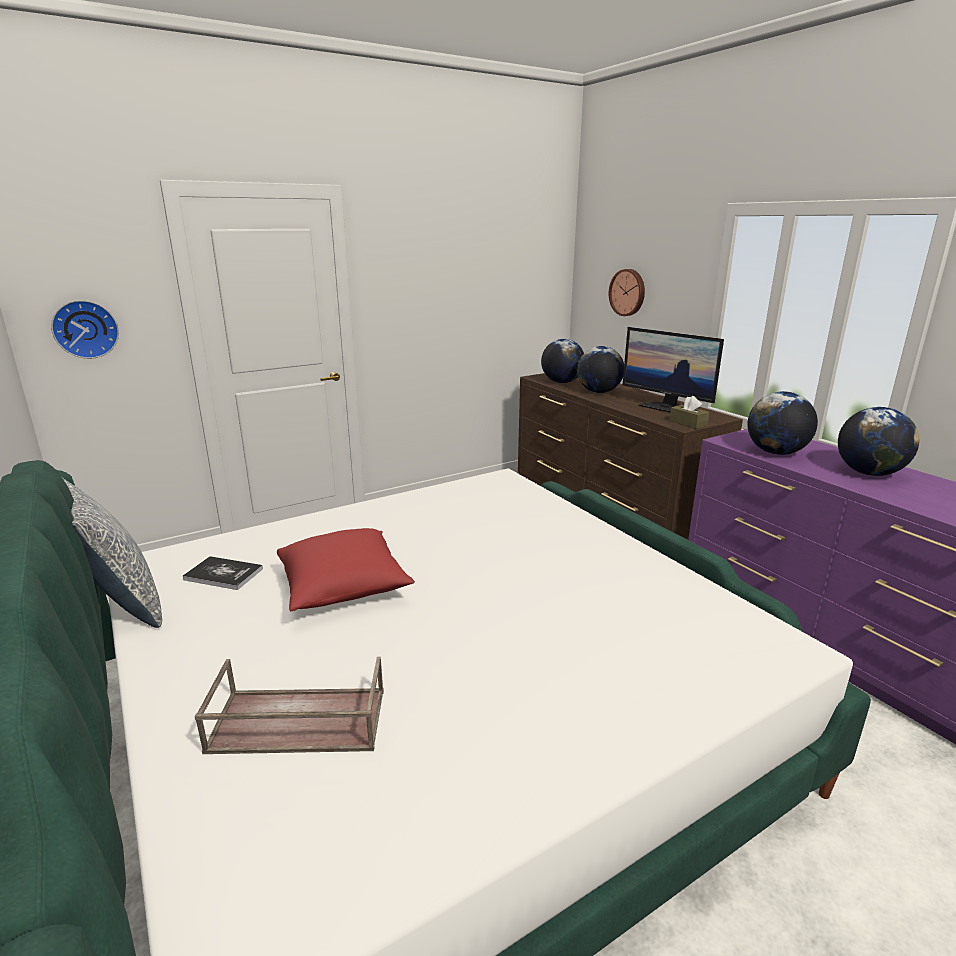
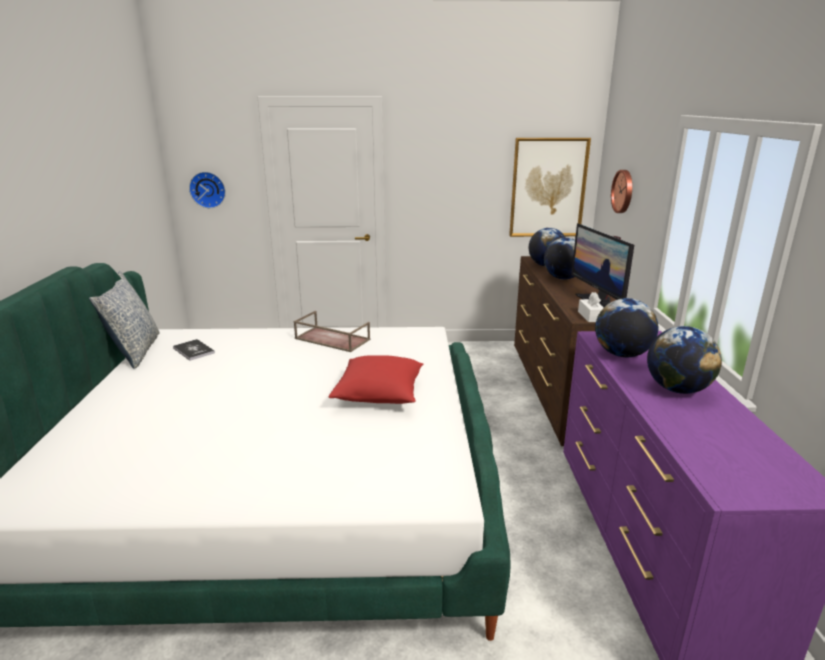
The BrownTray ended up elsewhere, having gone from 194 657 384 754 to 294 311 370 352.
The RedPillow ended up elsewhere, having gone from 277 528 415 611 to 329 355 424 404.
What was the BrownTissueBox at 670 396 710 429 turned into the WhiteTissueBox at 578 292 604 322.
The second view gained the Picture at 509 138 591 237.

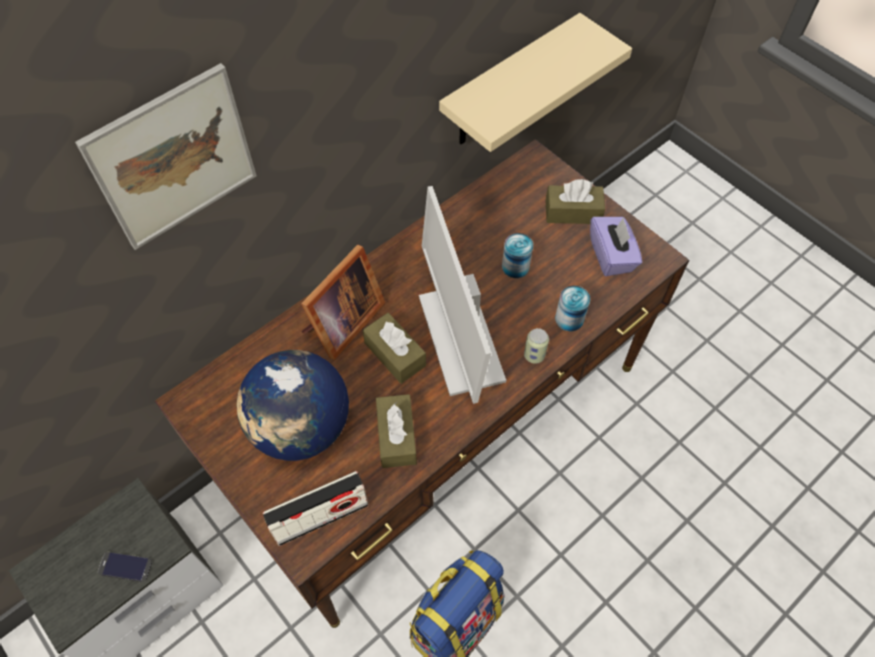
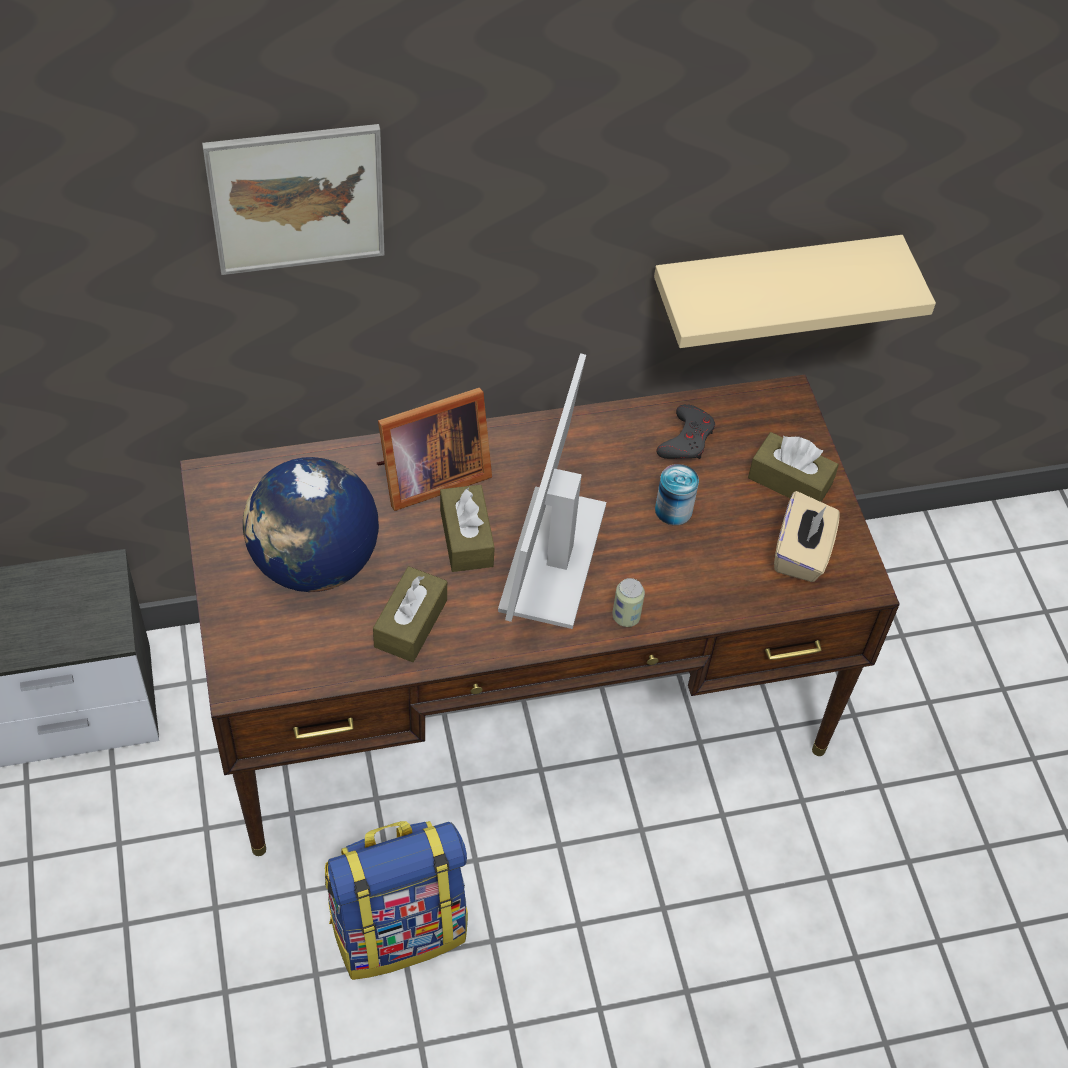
The second view lost the Phone at 98 552 152 582.
The second view lost the Radio at 263 471 368 546.
The second view lost the Can at 555 286 590 331.
What was the PurpleTissueBox at 590 217 642 276 turned into the BeigeTissueBox at 774 491 840 582.
The second view gained the GreyGameController at 656 404 715 459.

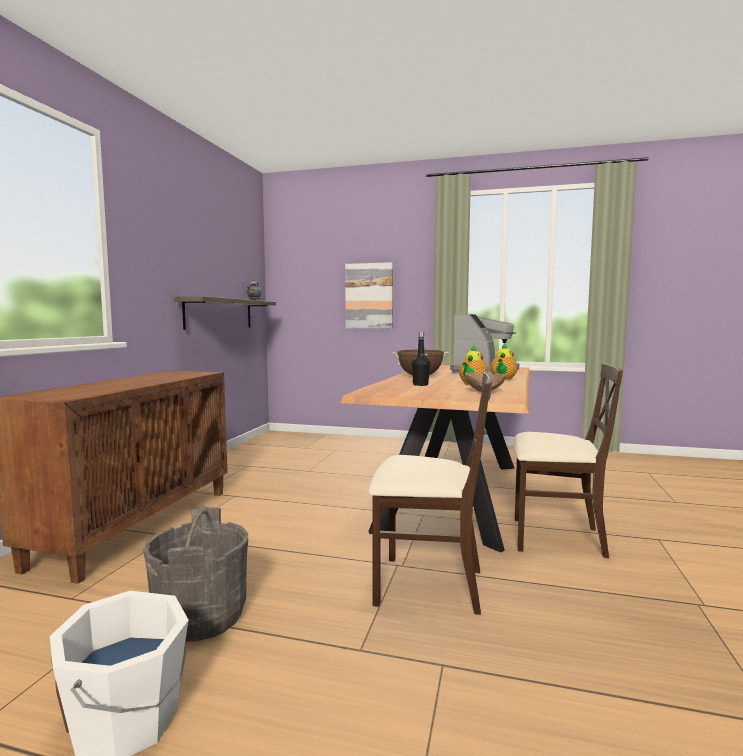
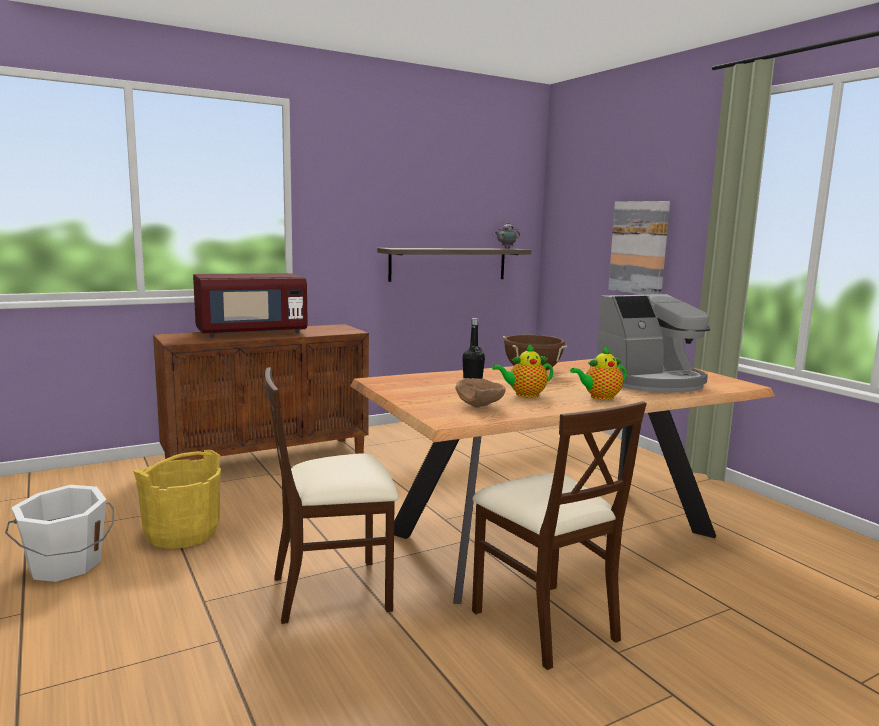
What was the GreyBucket at 143 507 248 642 turned into the YellowBucket at 133 450 221 549.
The BeigeChair at 368 372 493 615 ended up facing another way, 105 degrees clockwise from before.
The second view gained the RedMicrowave at 193 273 308 337.

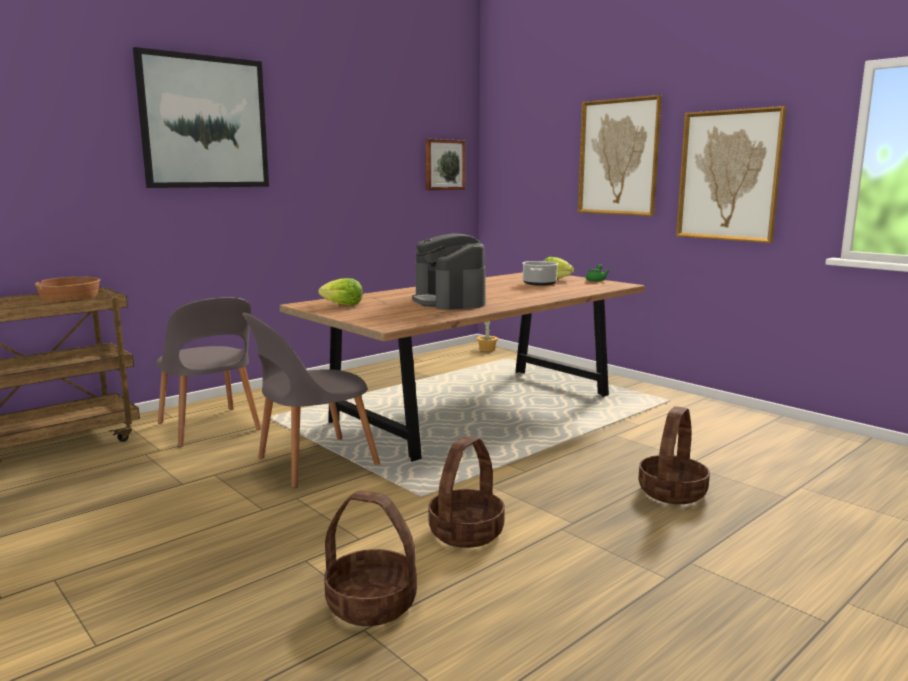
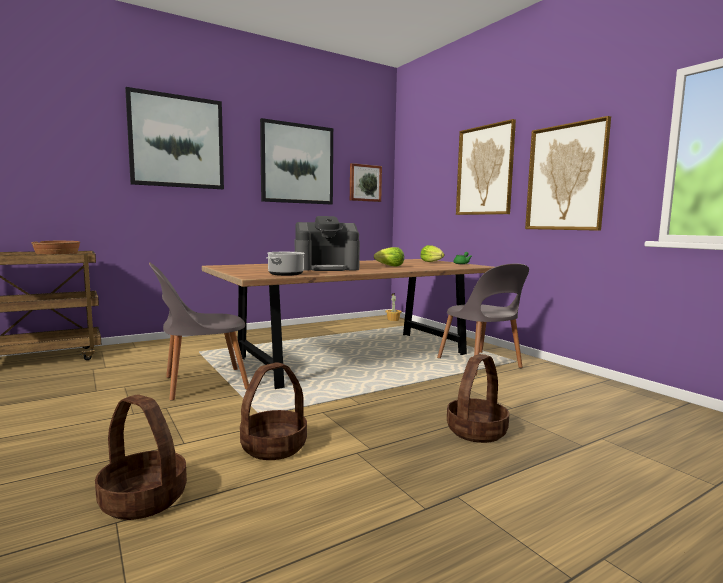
The GreyChair ended up elsewhere, having gone from 157 297 261 447 to 437 264 529 376.
The Lettuce ended up elsewhere, having gone from 318 278 363 305 to 374 247 404 266.
The CoffeeMachine at 412 233 485 310 ended up facing another way, 90 degrees counterclockwise from before.
The CookingPot ended up elsewhere, having gone from 522 261 558 286 to 266 252 305 276.
The second view gained the Picture at 260 118 333 204.

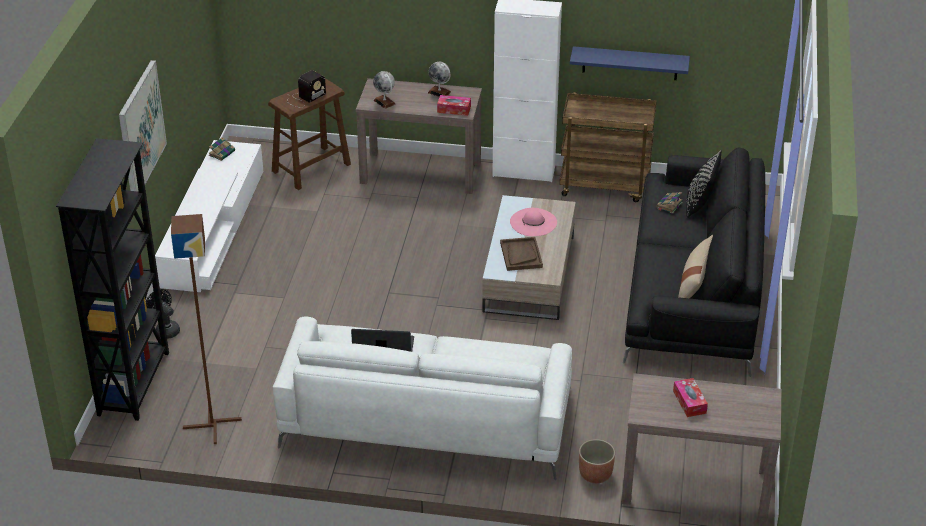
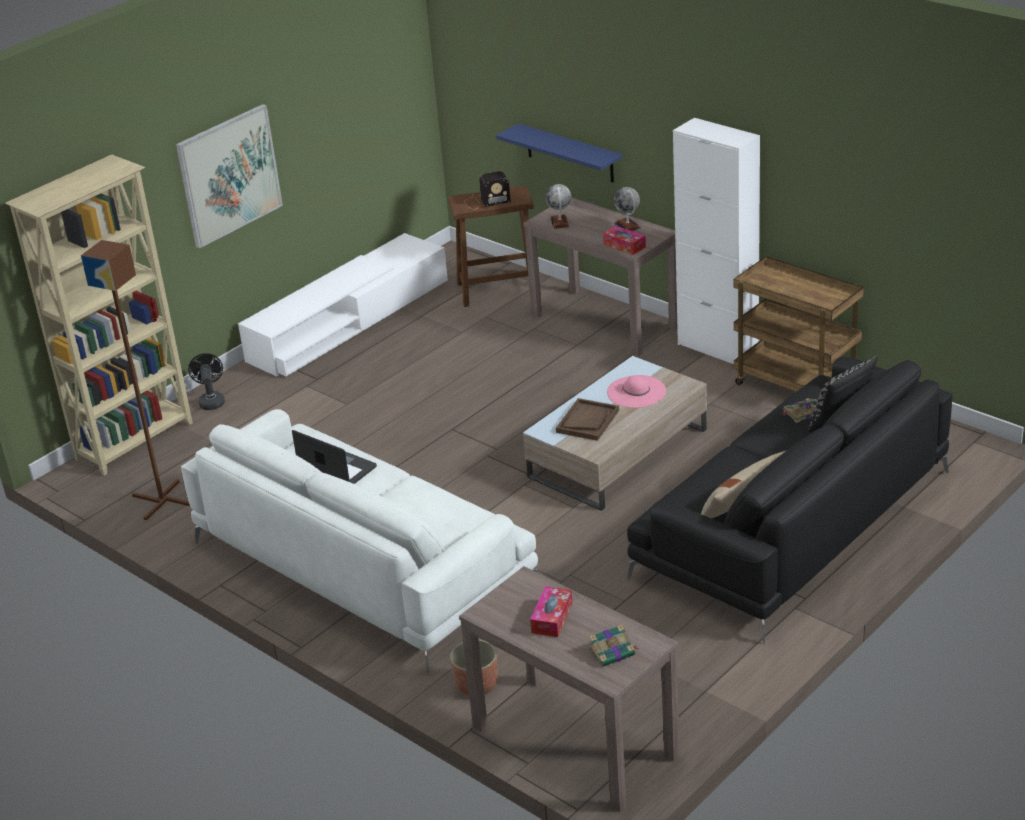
What was the BlackBookcase at 56 138 169 421 turned into the BeigeBookcase at 5 154 193 476.
The Book ended up elsewhere, having gone from 209 137 235 161 to 589 624 639 667.
The BlueShelf ended up elsewhere, having gone from 570 46 690 80 to 496 124 623 182.

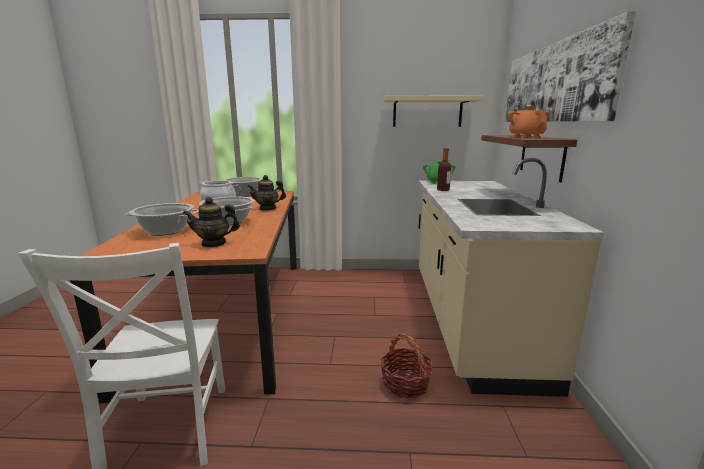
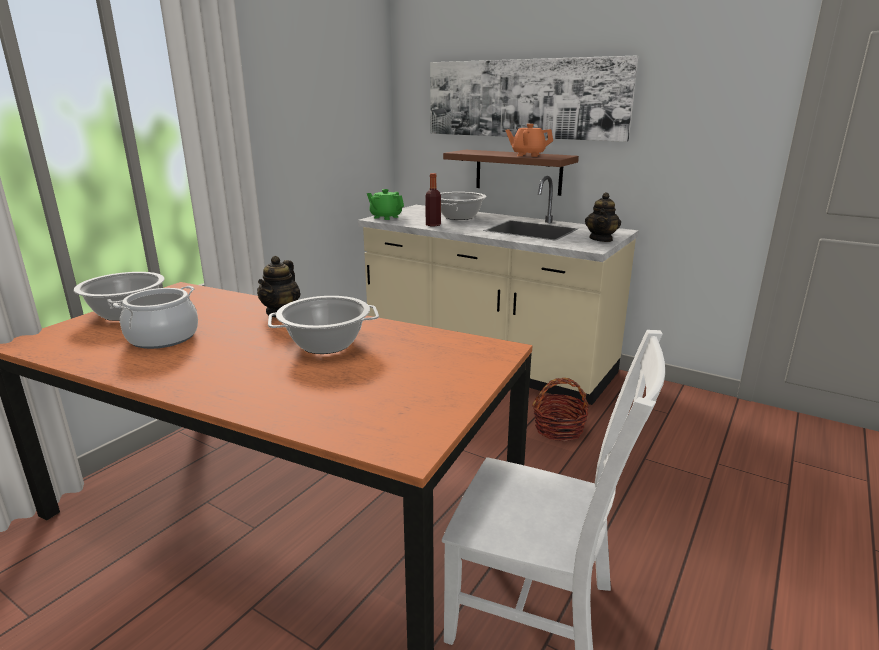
The CookingPot ended up elsewhere, having gone from 125 203 199 236 to 440 192 487 220.
The Teapot ended up elsewhere, having gone from 183 197 240 247 to 585 192 621 242.
The second view lost the BeigeShelf at 383 95 483 127.

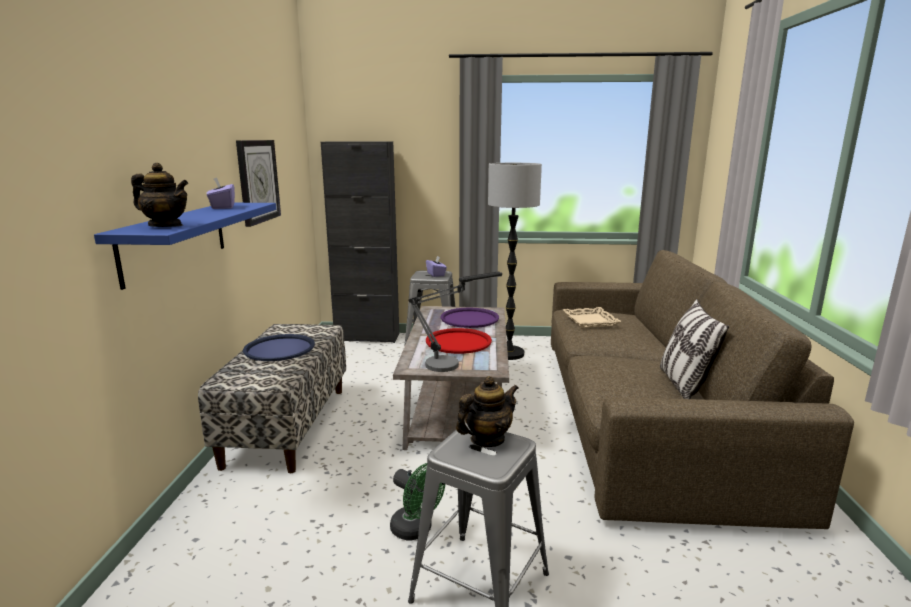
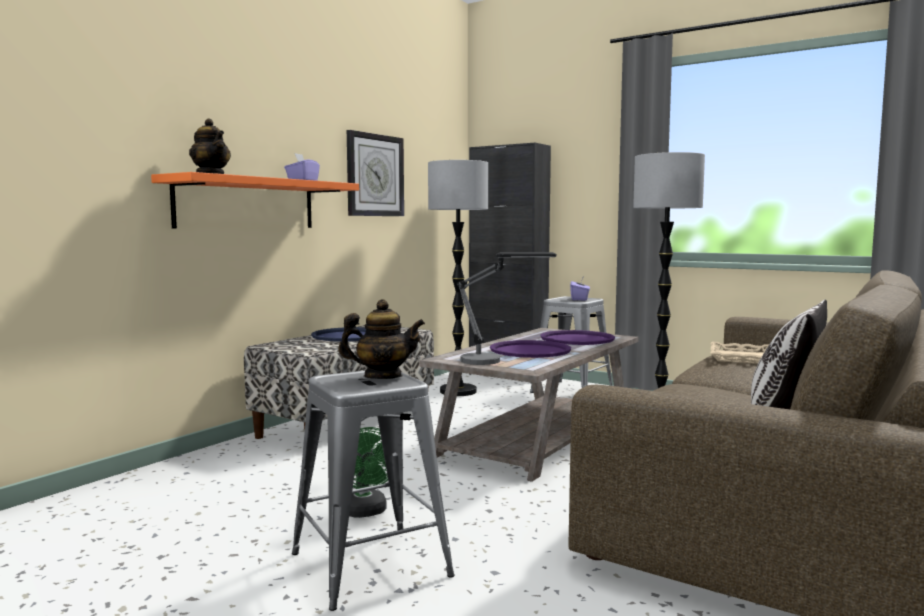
What was the BlueShelf at 94 203 276 290 turned into the OrangeShelf at 151 172 359 229.
What was the RedTray at 426 328 492 354 turned into the PurpleTray at 490 340 571 358.
The second view gained the FloorLamp at 428 160 488 396.

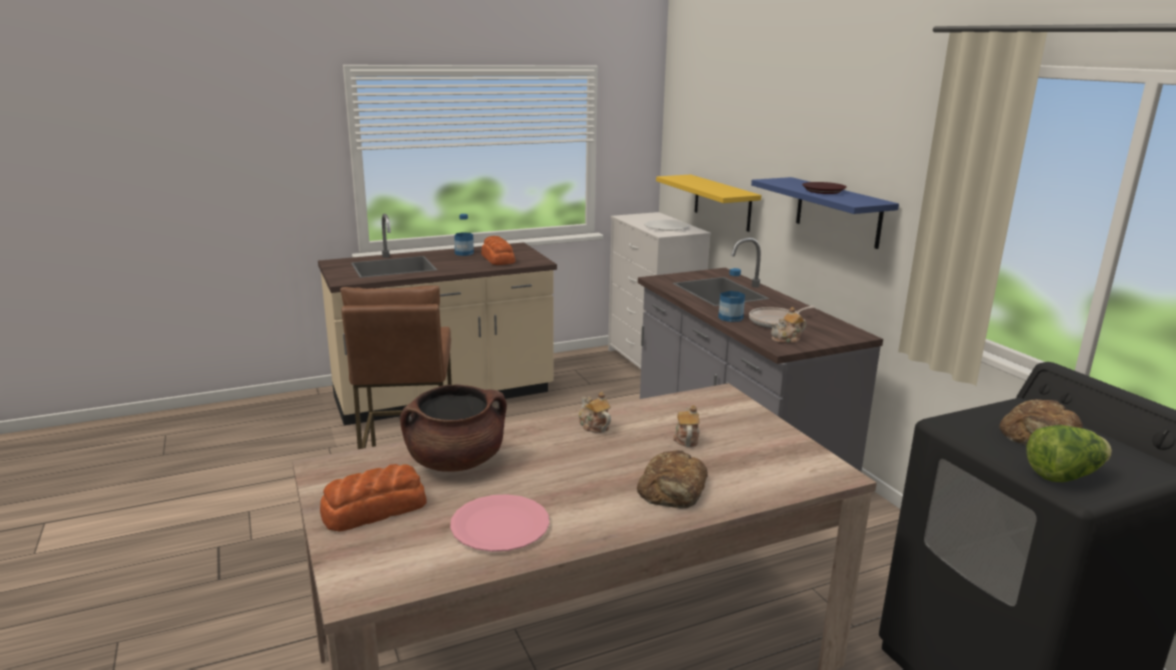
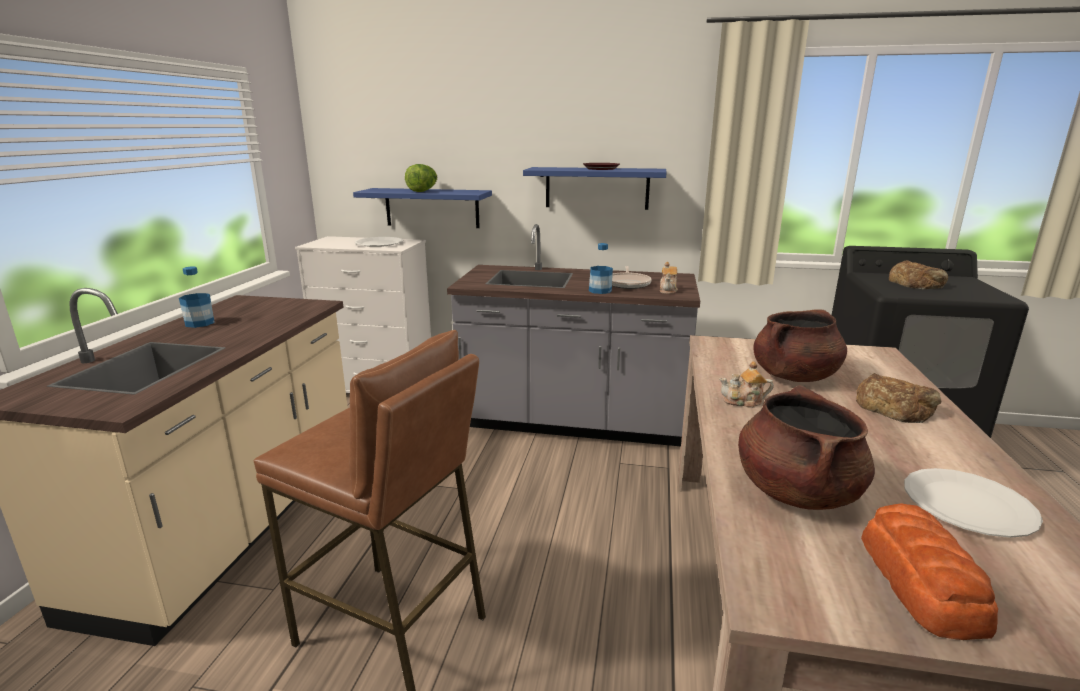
What was the PinkPlate at 450 494 549 552 turned into the WhitePlate at 904 468 1043 538.
The second view lost the Bread at 481 236 516 265.
What was the YellowShelf at 656 175 762 232 turned into the BlueShelf at 353 188 492 228.
Where the Teapot stood at 673 405 700 447, the BrownCookingPot came to stand at 753 309 847 382.
The Lettuce ended up elsewhere, having gone from 1026 425 1112 482 to 405 164 437 192.

